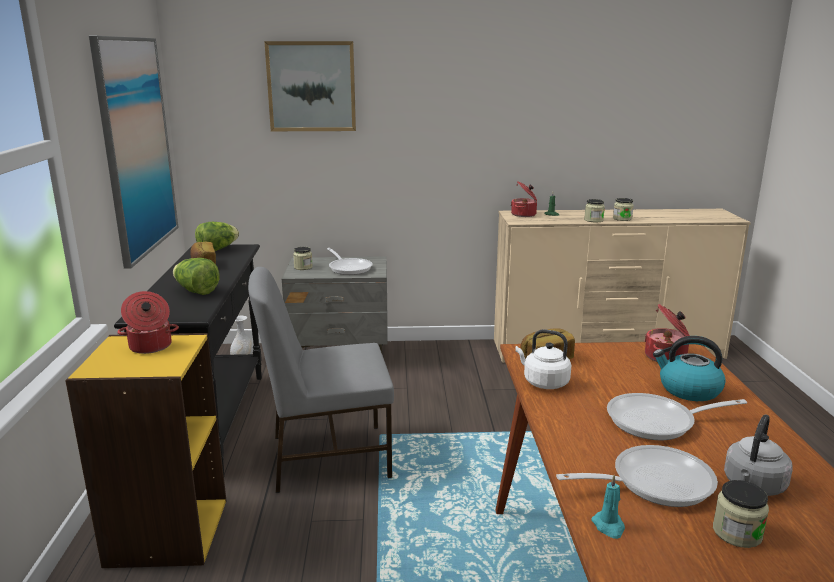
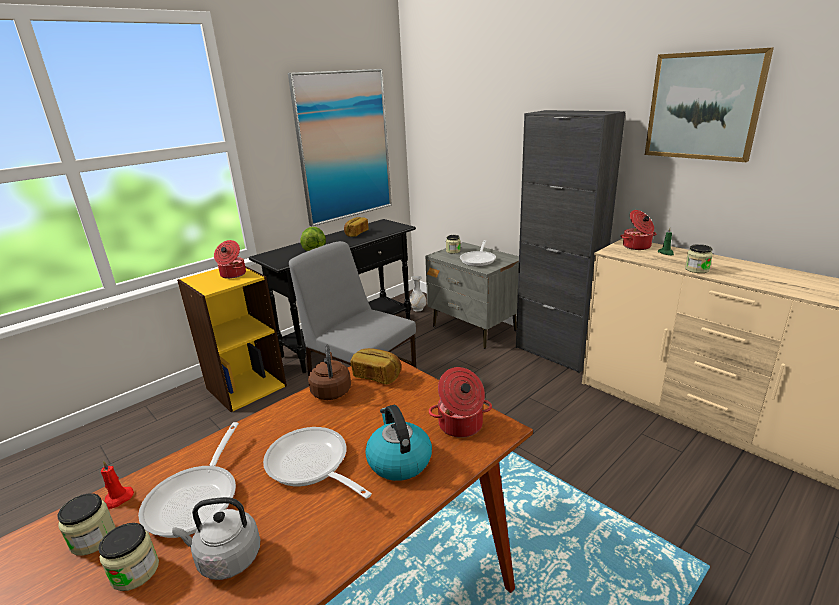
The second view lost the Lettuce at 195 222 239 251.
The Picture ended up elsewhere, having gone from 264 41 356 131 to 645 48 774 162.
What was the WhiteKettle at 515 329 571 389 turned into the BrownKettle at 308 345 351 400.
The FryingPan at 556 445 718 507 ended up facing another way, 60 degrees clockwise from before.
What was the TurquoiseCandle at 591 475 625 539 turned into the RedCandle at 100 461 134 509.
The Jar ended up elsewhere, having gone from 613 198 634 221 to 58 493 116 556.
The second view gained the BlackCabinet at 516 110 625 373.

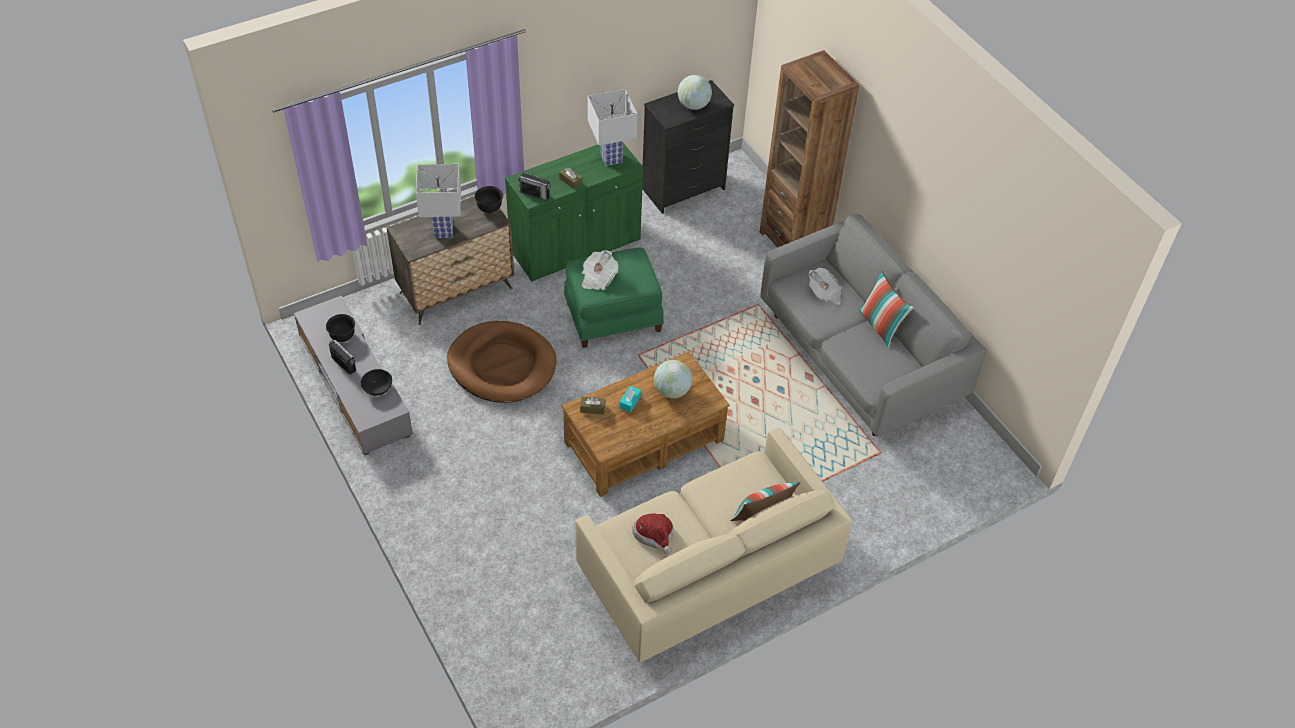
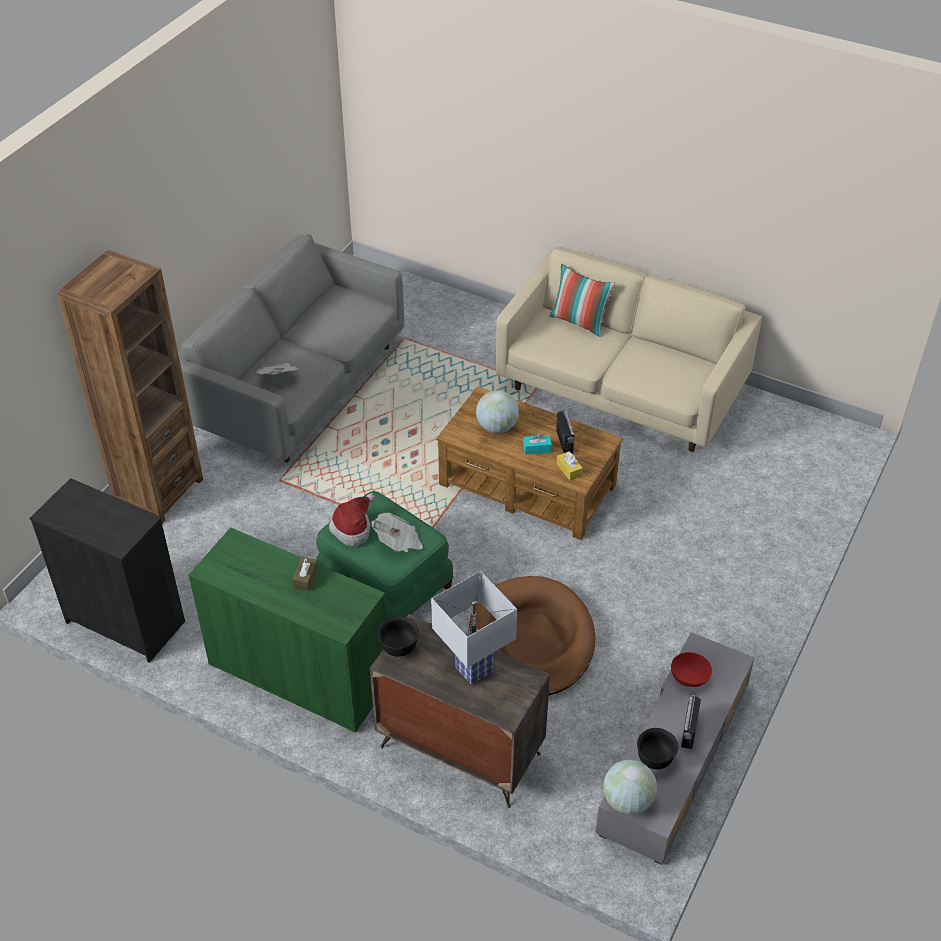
What was the BlackBowl at 361 369 392 396 turned into the RedBowl at 671 652 712 687.
The Radio ended up elsewhere, having gone from 518 169 551 201 to 556 410 574 453.
What was the BrownTissueBox at 580 397 606 415 turned into the YellowTissueBox at 557 451 583 481.
The second view lost the WhiteTableLamp at 587 89 637 166.
The Hat ended up elsewhere, having gone from 632 514 674 554 to 329 493 375 546.
The Globe ended up elsewhere, having gone from 678 75 712 110 to 603 760 657 815.
The second view lost the Pillow at 859 270 914 348.

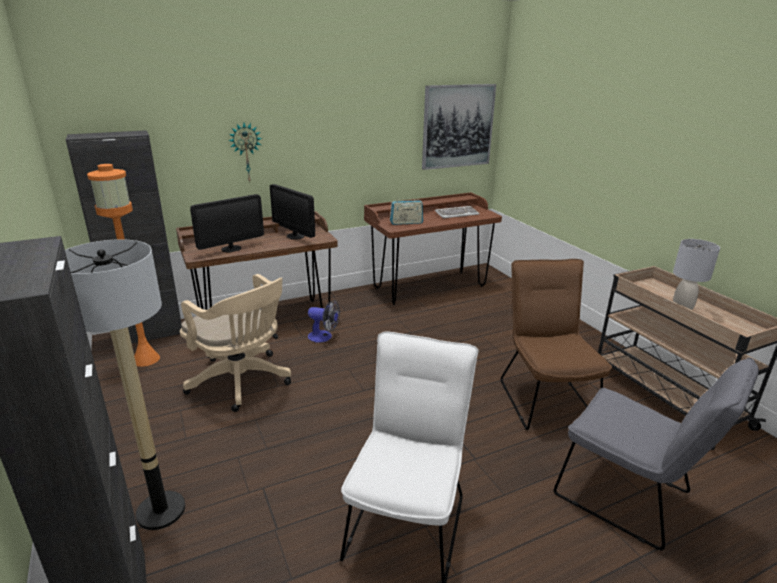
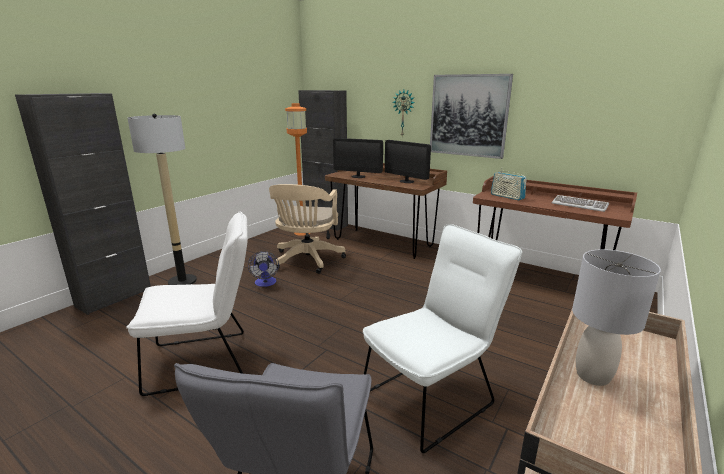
The Monitor at 270 184 315 240 ended up facing another way, 60 degrees counterclockwise from before.
The Fan ended up elsewhere, having gone from 308 300 340 343 to 248 251 279 287.
The Picture ended up elsewhere, having gone from 422 84 496 170 to 430 74 513 159.
What was the BrownChair at 501 259 612 430 turned into the WhiteChair at 363 224 522 453.

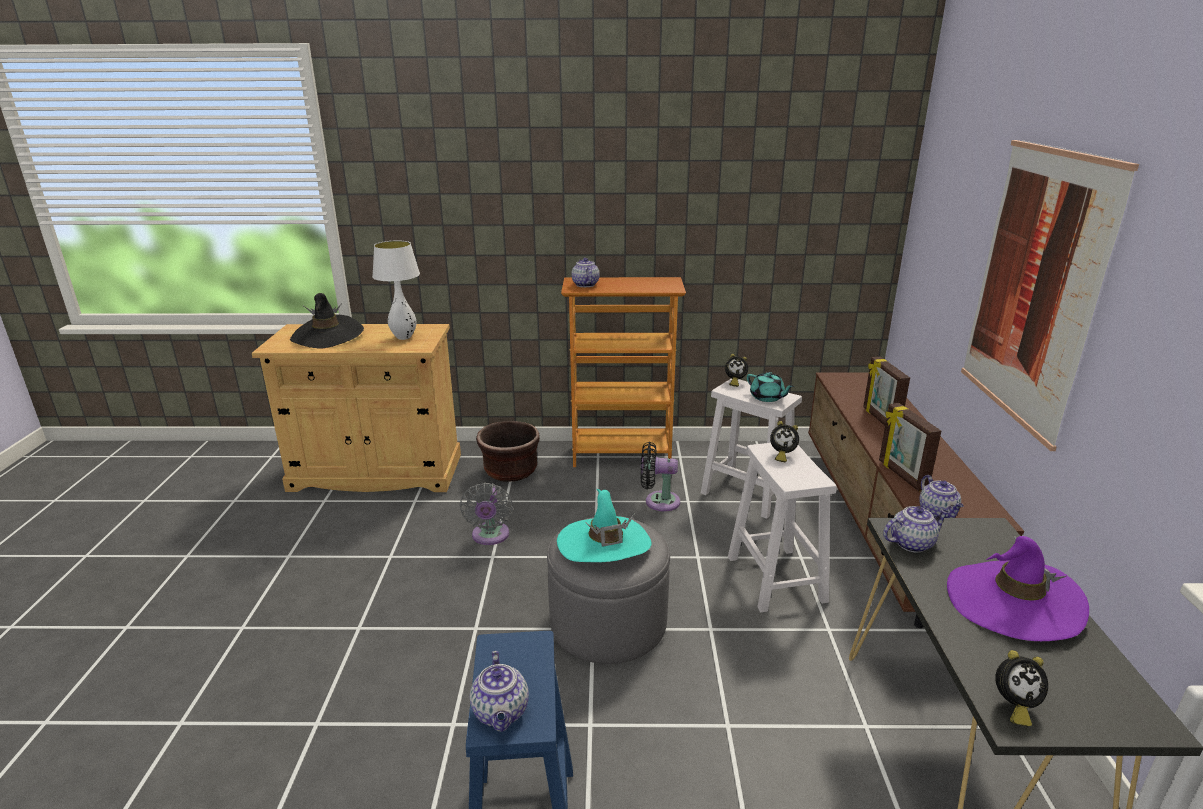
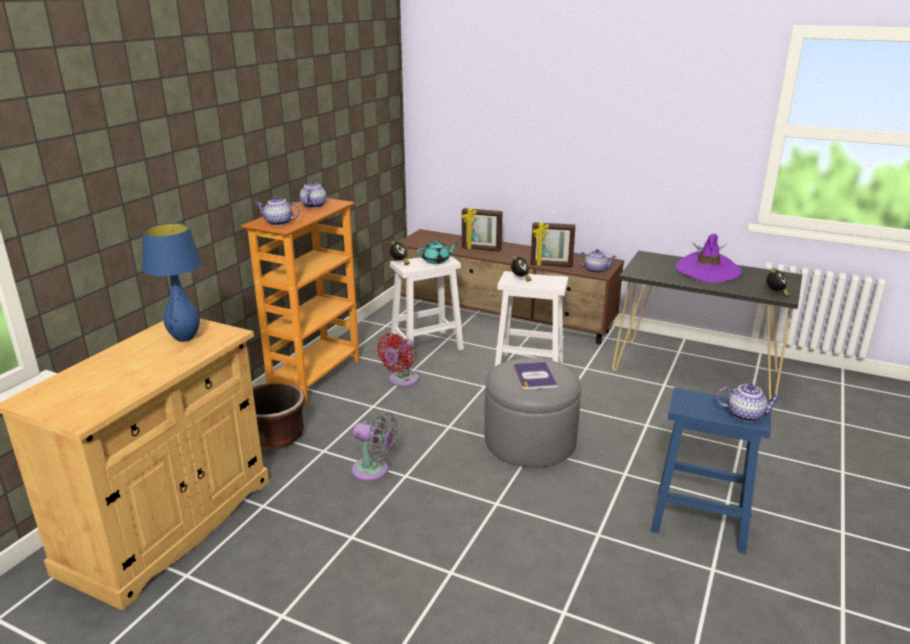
The second view lost the BlackHat at 290 293 364 349.
What was the WhiteTableLamp at 372 240 420 340 turned into the BlueTableLamp at 142 223 202 342.
Where the TurquoiseHat stood at 557 489 651 562, the Book came to stand at 514 362 558 390.
What was the BlackFan at 641 442 680 511 turned into the RedFan at 377 333 419 387.
The Teapot ended up elsewhere, having gone from 883 506 949 552 to 300 181 326 208.
The second view lost the Picture at 961 140 1139 451.

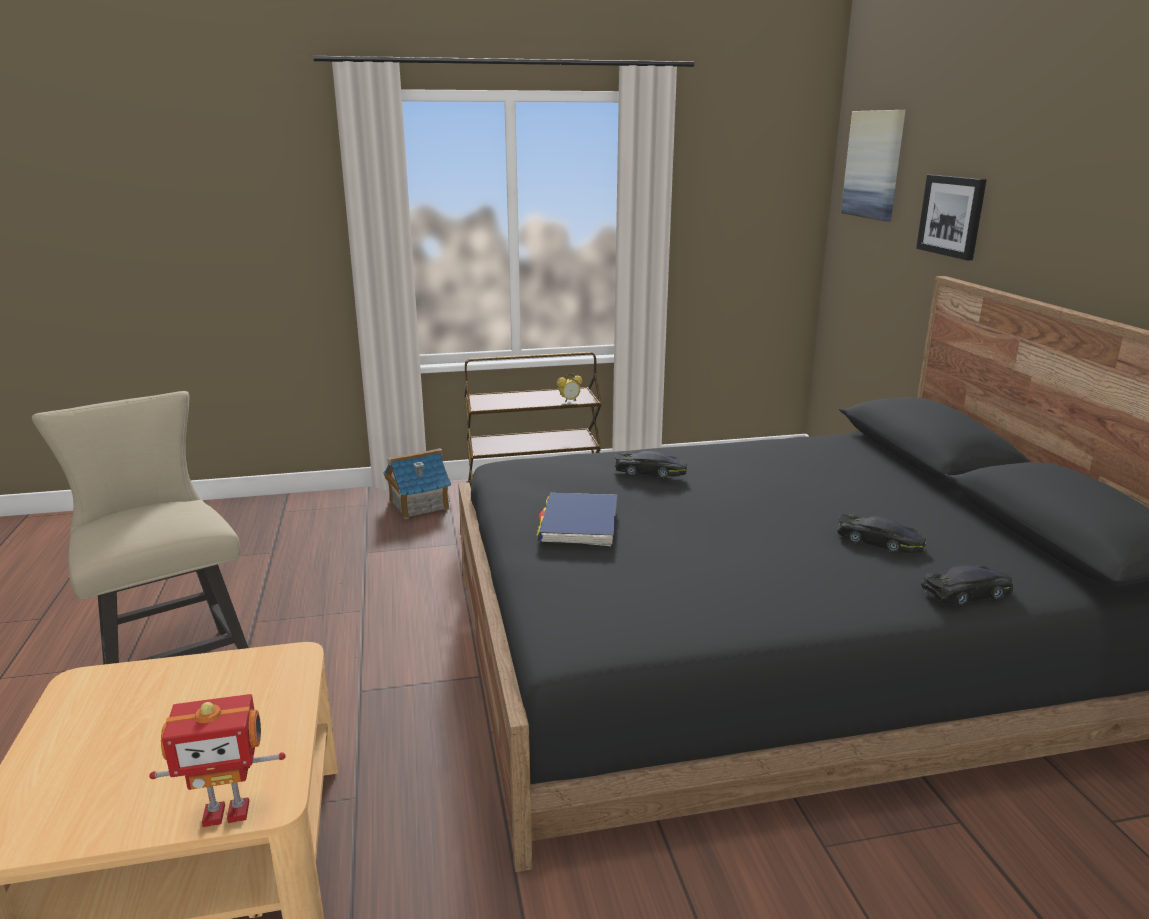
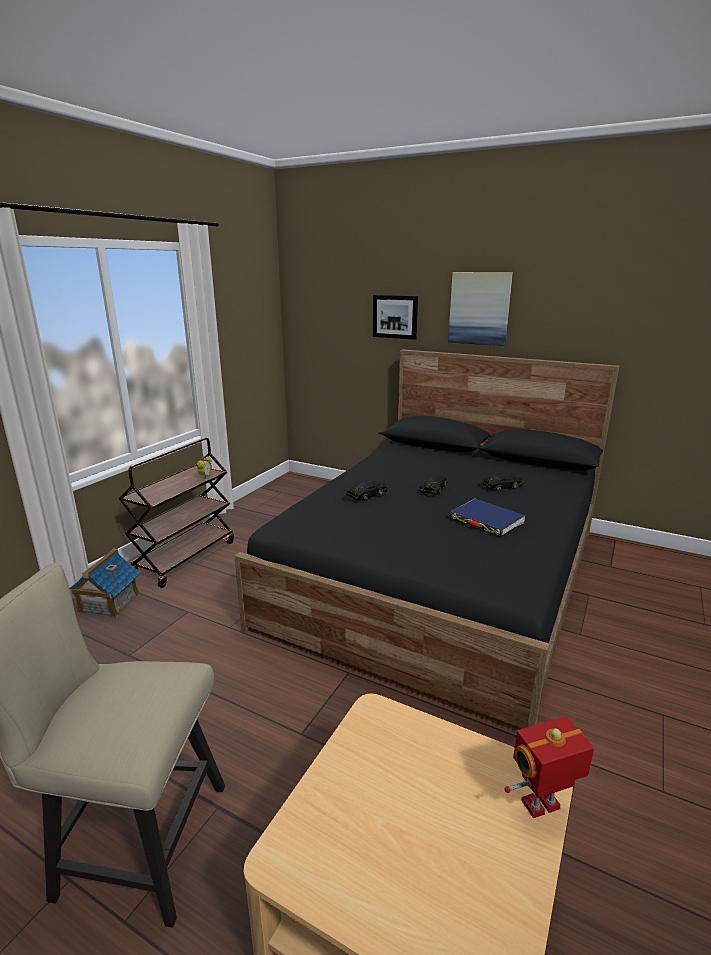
The ToyRobot at 149 694 286 827 ended up facing another way, 135 degrees counterclockwise from before.
The BlueBook ended up elsewhere, having gone from 537 493 617 546 to 450 498 526 536.
The Picture ended up elsewhere, having gone from 841 110 906 221 to 448 272 513 346.
The BlackToyCar ended up elsewhere, having gone from 921 565 1013 606 to 420 475 447 495.

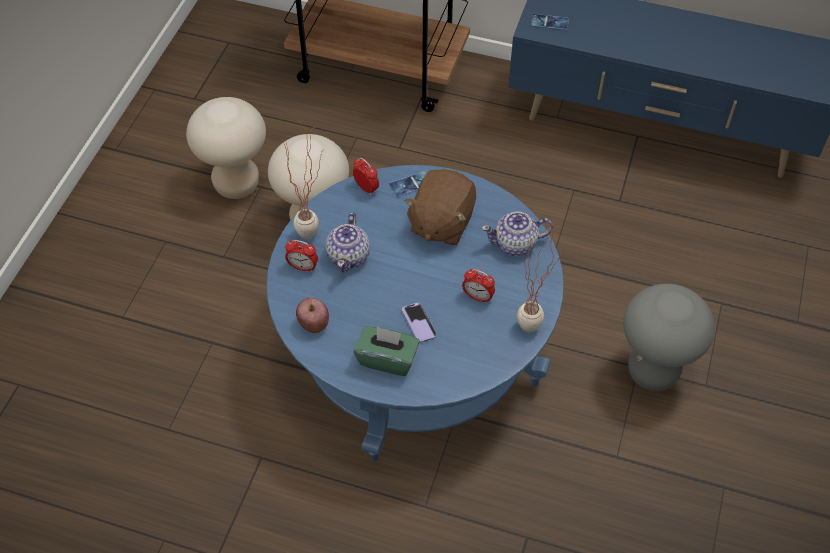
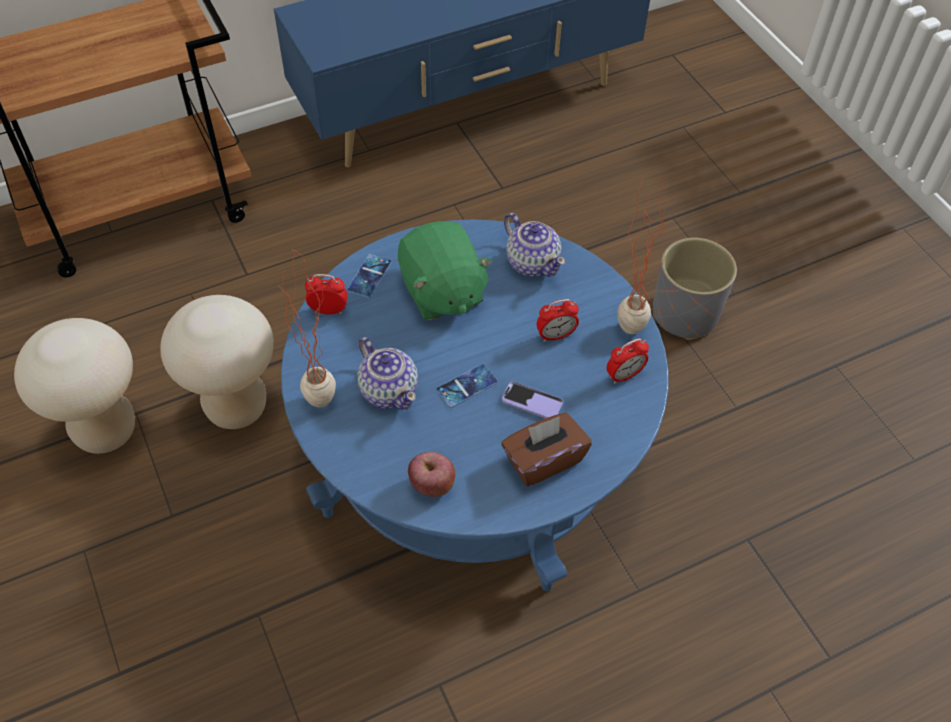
The AlarmClock ended up elsewhere, having gone from 285 240 318 272 to 607 338 649 384.
What was the GreenTissueBox at 354 326 420 376 turned into the BrownTissueBox at 501 413 592 487.
What was the BrownPlushToy at 404 169 476 245 turned into the GreenPlushToy at 398 221 493 320.
The Teapot at 481 212 553 256 ended up facing another way, 75 degrees counterclockwise from before.
The Phone ended up elsewhere, having gone from 531 14 569 30 to 436 364 498 408.
Where the GreyStool stood at 623 284 715 391, the GreyPlanter came to stand at 653 238 737 340.

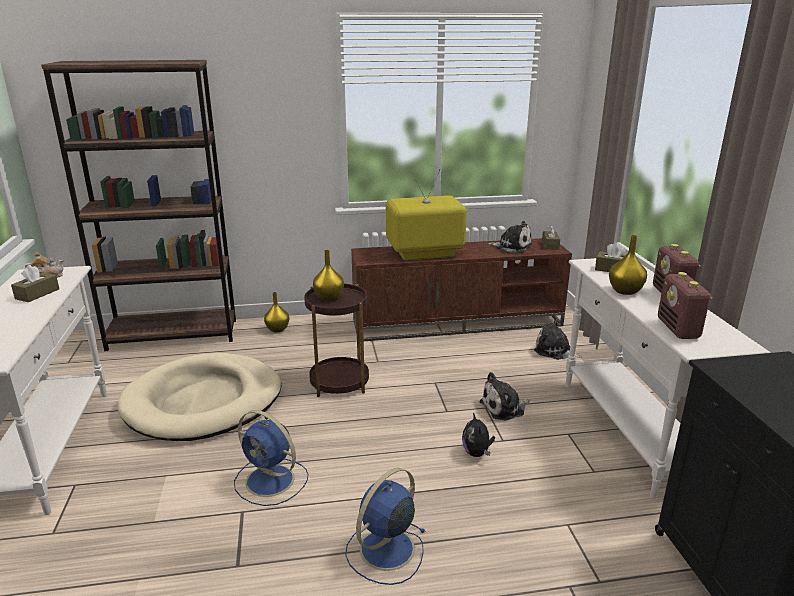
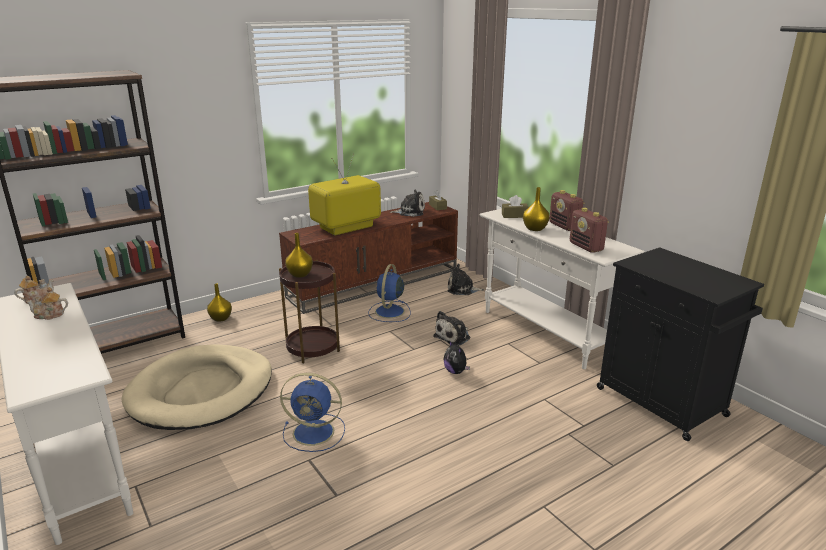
Where the BrownTissueBox stood at 11 265 59 302, the Teapot came to stand at 26 287 68 320.
The BlueFan ended up elsewhere, having gone from 345 468 426 585 to 368 264 410 322.

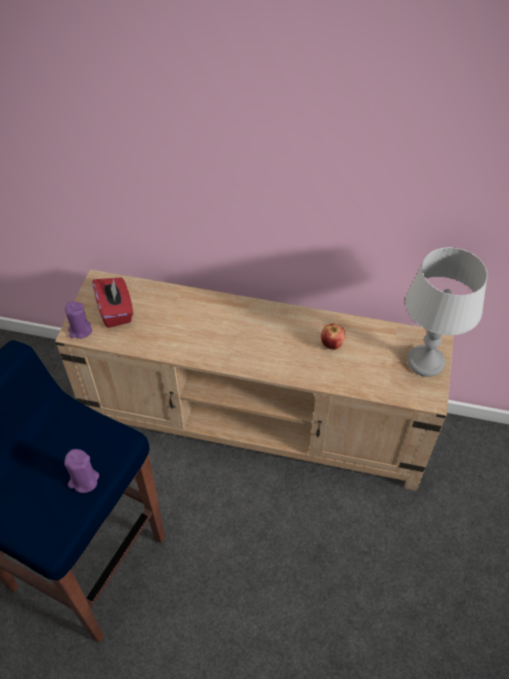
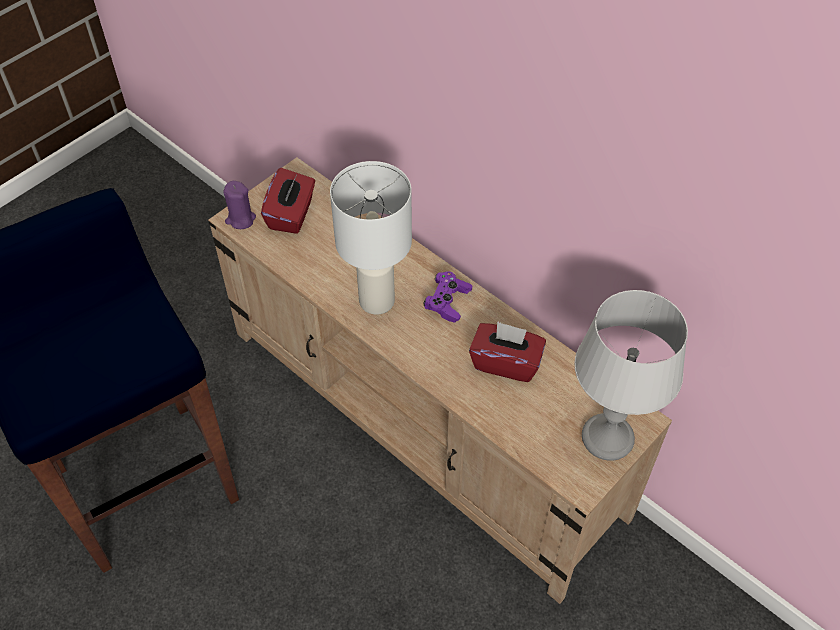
The second view lost the PurpleCandle at 64 449 99 493.
Where the Apple stood at 321 323 346 350, the RedTissueBox came to stand at 469 321 546 382.
The second view gained the WhiteTableLamp at 330 161 412 315.
The second view gained the PurpleGameController at 423 271 472 323.

